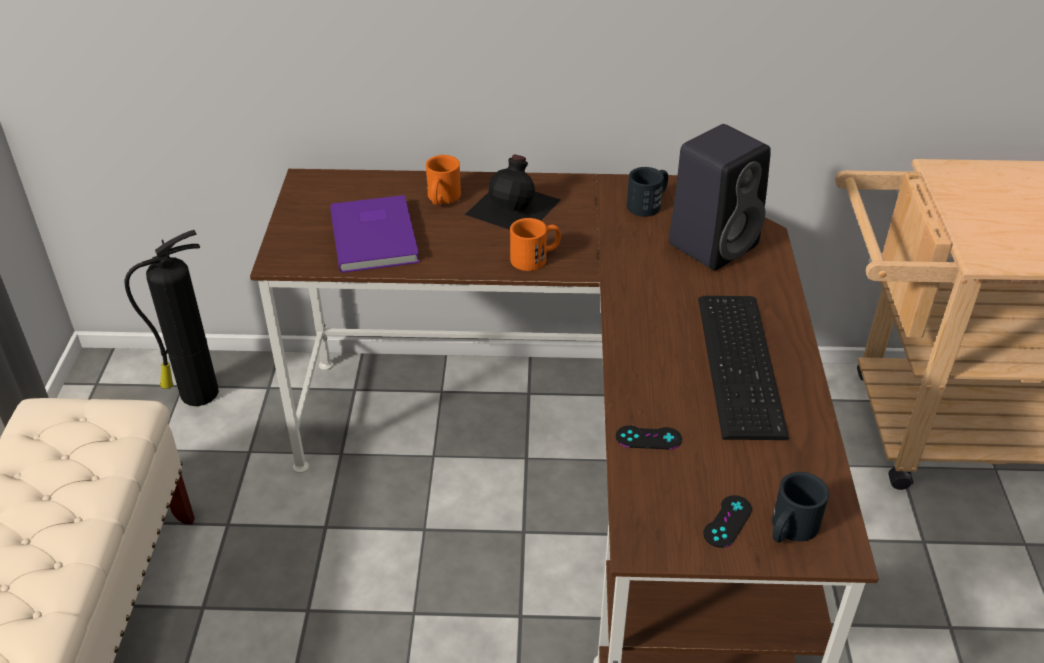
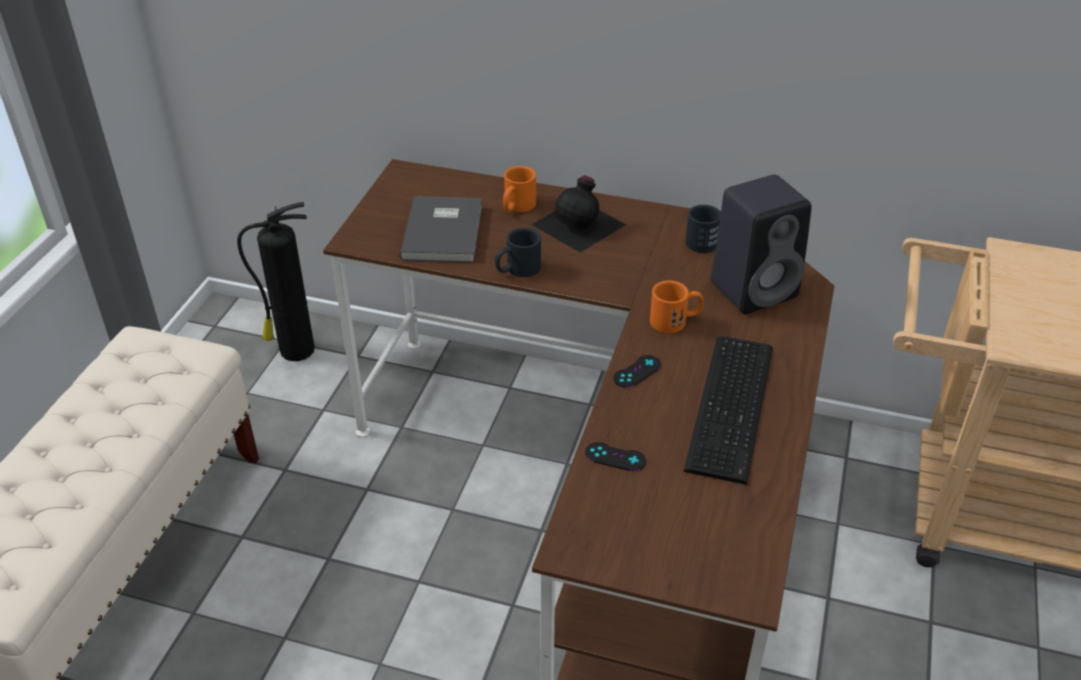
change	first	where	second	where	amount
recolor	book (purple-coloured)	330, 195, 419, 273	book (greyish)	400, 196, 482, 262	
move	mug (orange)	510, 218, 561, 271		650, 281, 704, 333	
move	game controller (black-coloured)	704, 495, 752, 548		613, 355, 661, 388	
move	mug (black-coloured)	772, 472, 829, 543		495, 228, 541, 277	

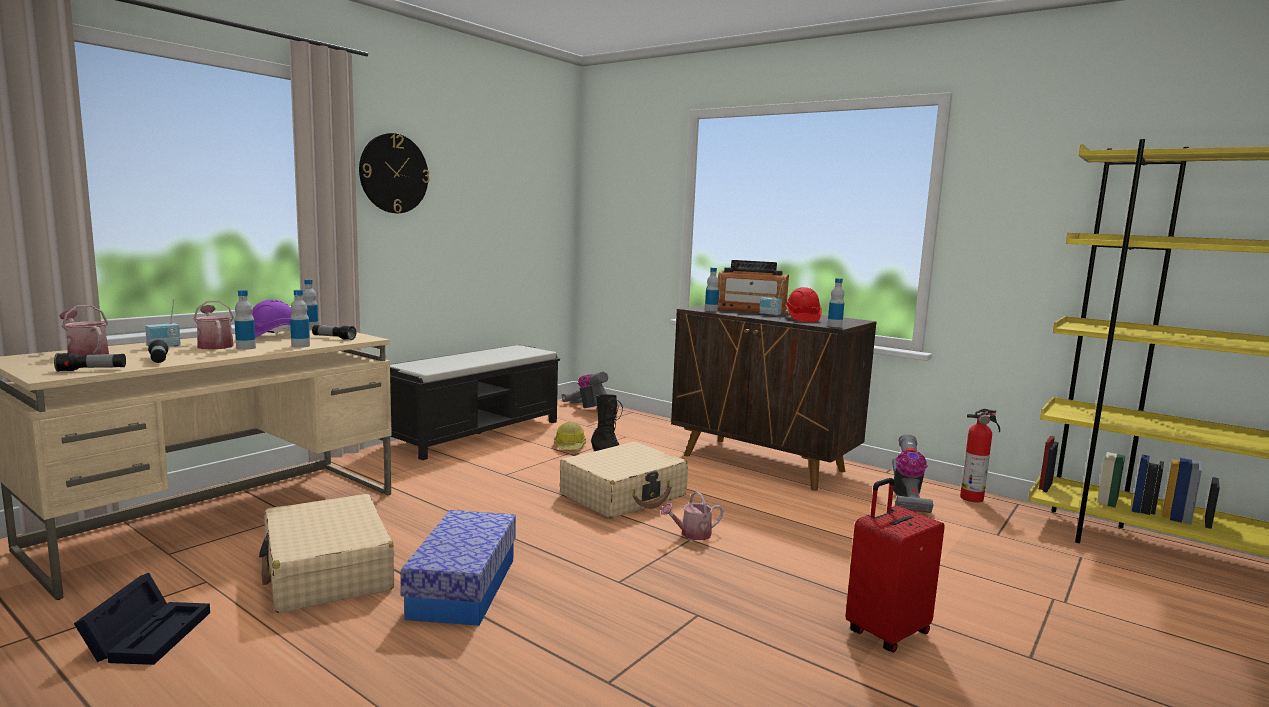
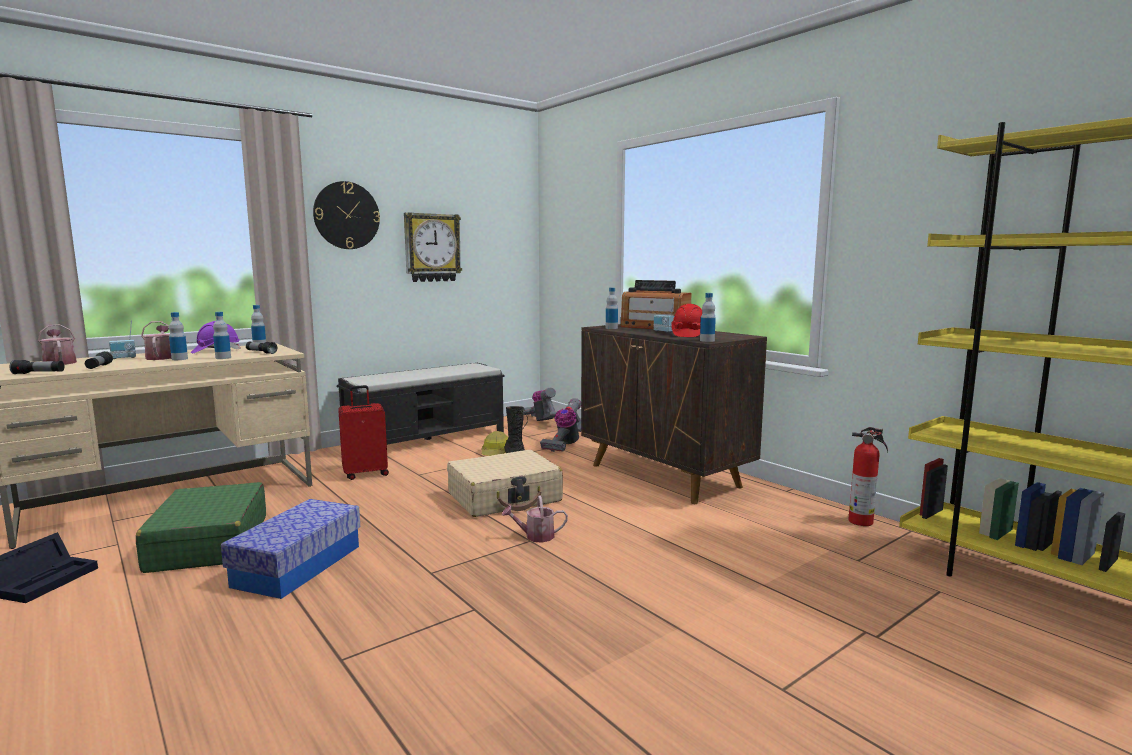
change	first	where	second	where	amount
recolor	suitcase (beige)	259, 494, 395, 613	suitcase (green-coloured)	136, 482, 266, 573	
move	suitcase (red-coloured)	845, 478, 945, 653		338, 385, 389, 480	
move	vacuum cleaner	892, 434, 933, 513		540, 398, 581, 452	
insert			hanging clock	404, 212, 462, 282	

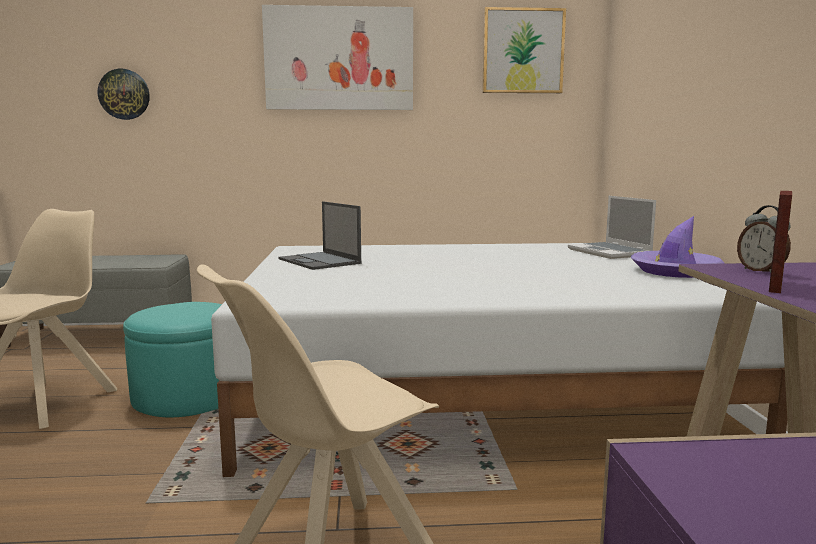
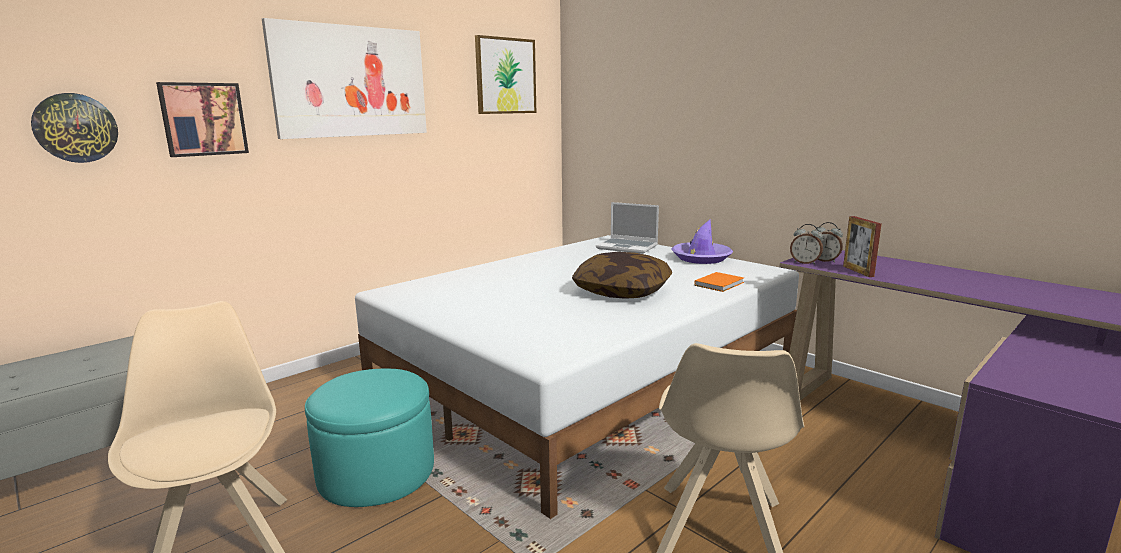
change	first	where	second	where	amount
delete	laptop	278, 201, 361, 270			
insert			wall picture	156, 82, 249, 157	
insert			cushion	572, 252, 672, 299	
insert			book (orange)	694, 272, 744, 292	
insert			bedside clock	790, 224, 823, 265	

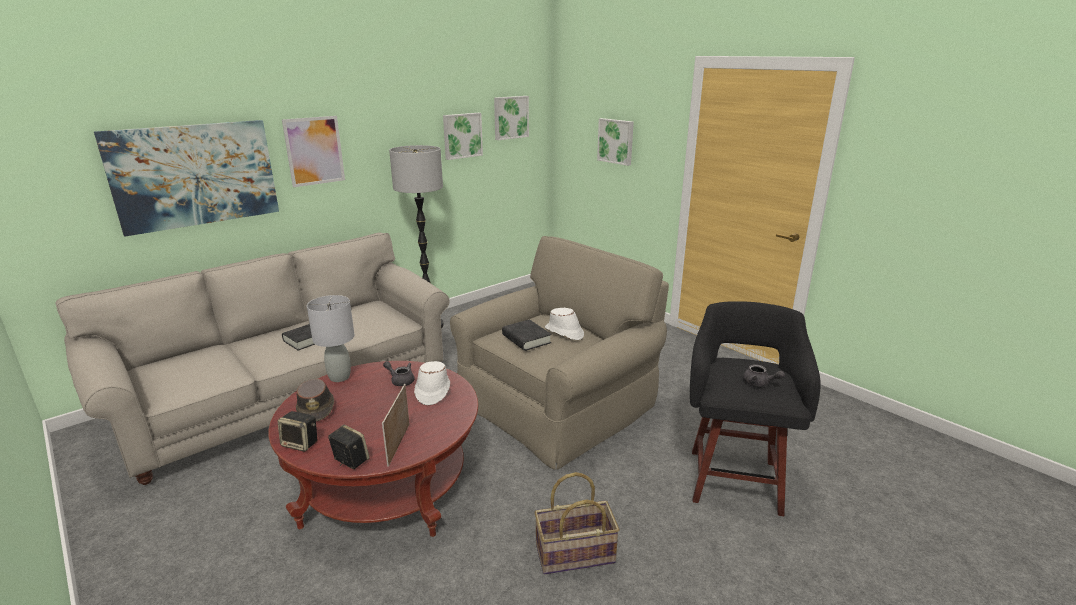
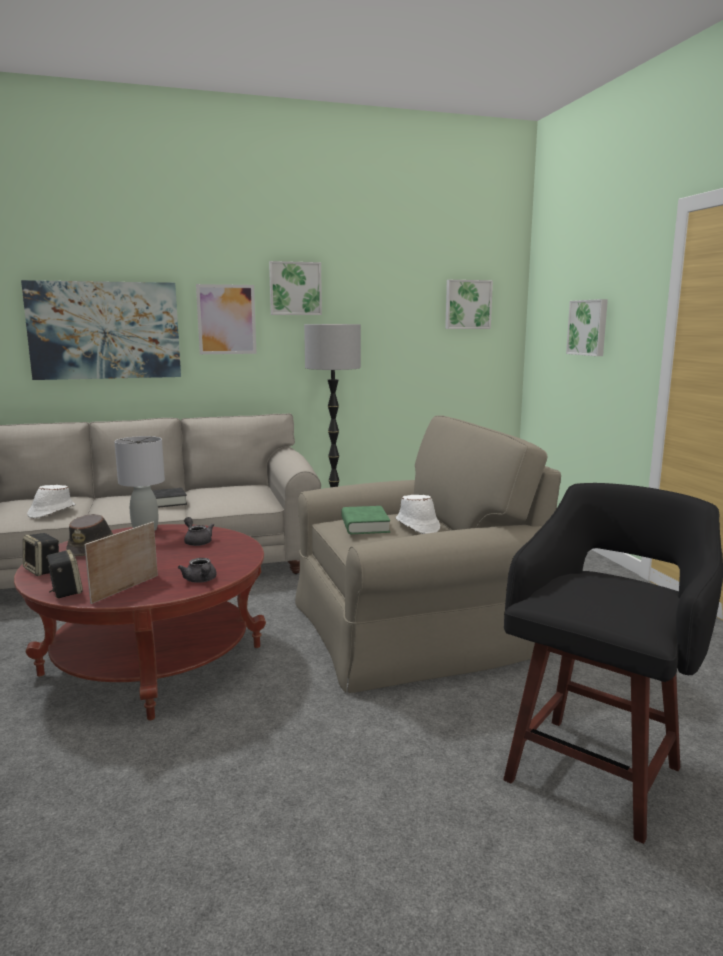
change	first	where	second	where	amount
move	wearable hat (white-coloured)	414, 361, 450, 405		27, 485, 76, 518	
move	wall picture	443, 113, 483, 160		269, 261, 322, 315	
recolor	book (black-coloured)	502, 319, 552, 351	book (green-coloured)	341, 506, 390, 534	
delete	basket	535, 472, 620, 574			
move	tea pot (greyish)	743, 364, 785, 386		178, 558, 217, 583	

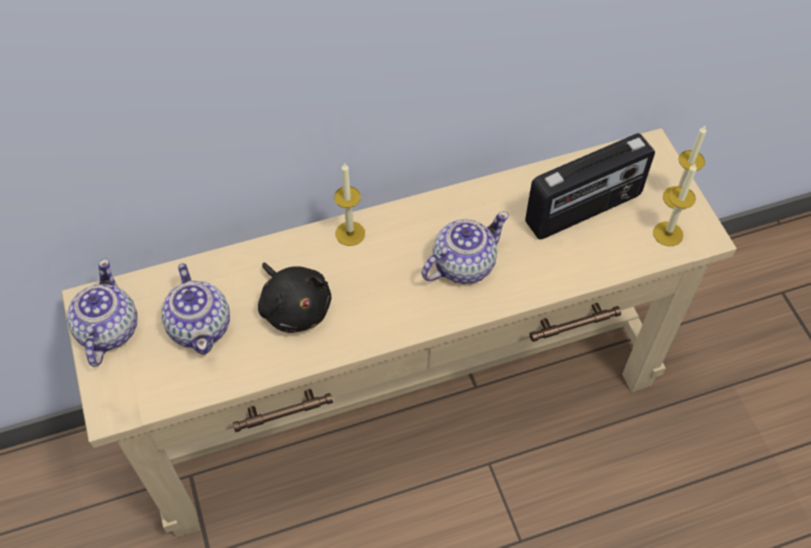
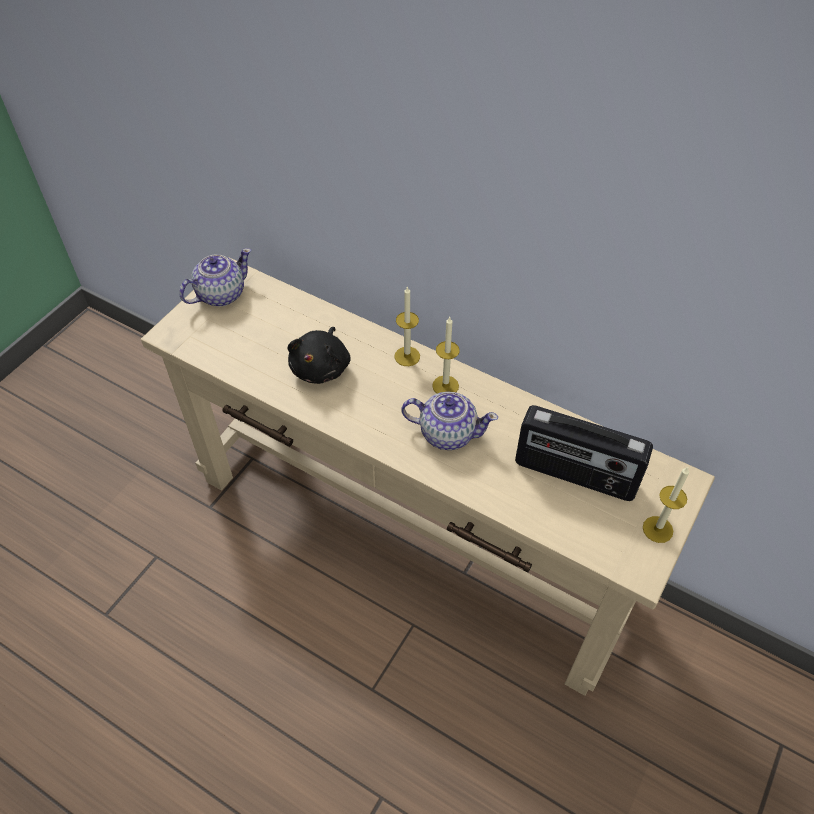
change	first	where	second	where	amount
delete	tea pot	161, 263, 230, 354			
move	wax candle	653, 164, 697, 246		432, 317, 460, 393	

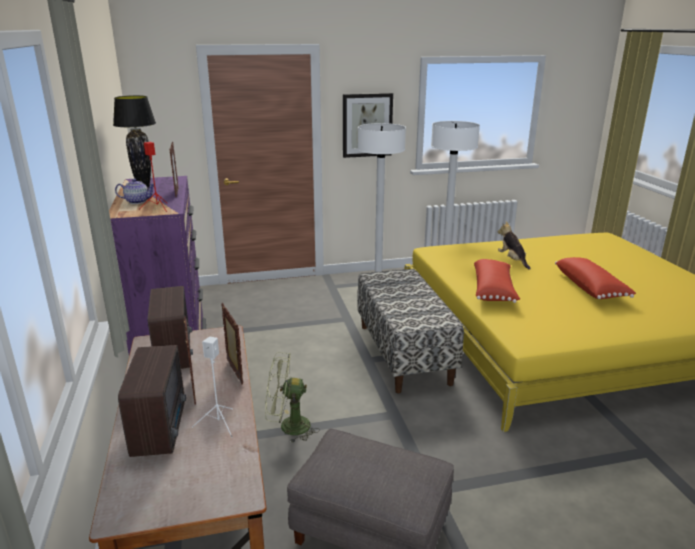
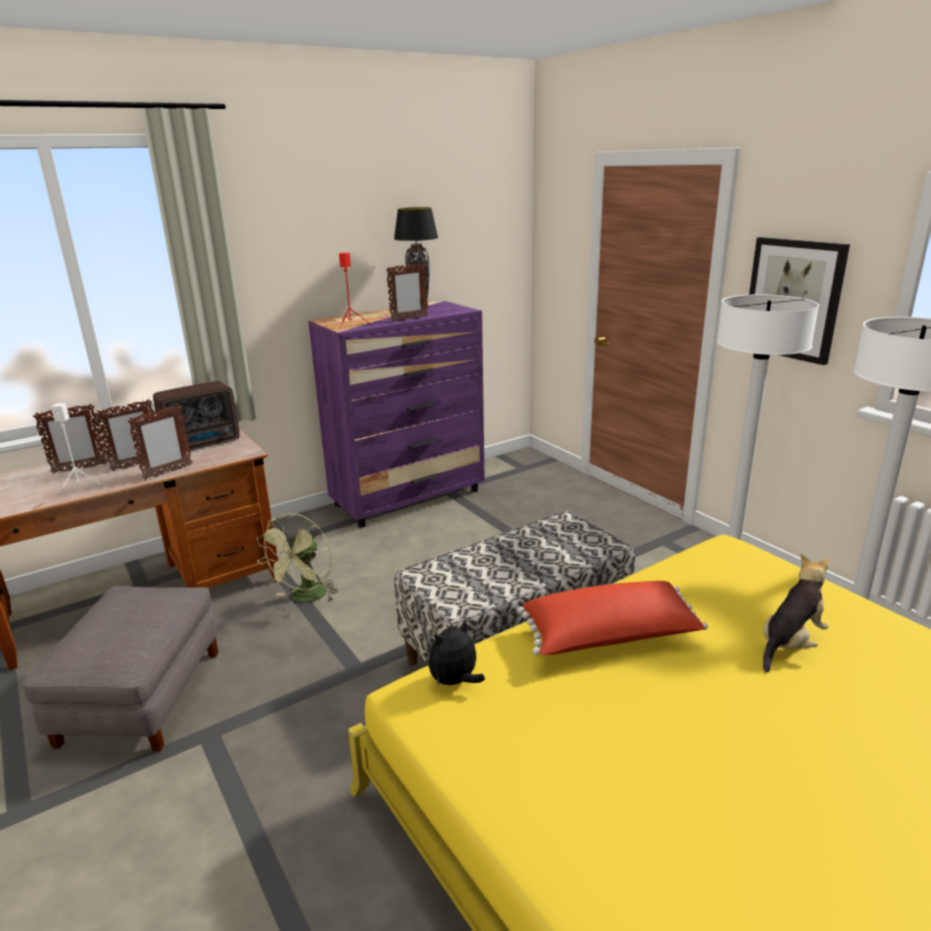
change	first	where	second	where	amount
delete	tea pot	115, 179, 154, 204			
replace	radio receiver	118, 345, 186, 457	standing frame	33, 404, 108, 474	
rotate	electric fan (green-coloured)	265, 352, 320, 443		257, 513, 339, 603	135 degrees counterclockwise
delete	cushion (red-coloured)	555, 257, 636, 299			
insert			soft toy	428, 618, 485, 687	

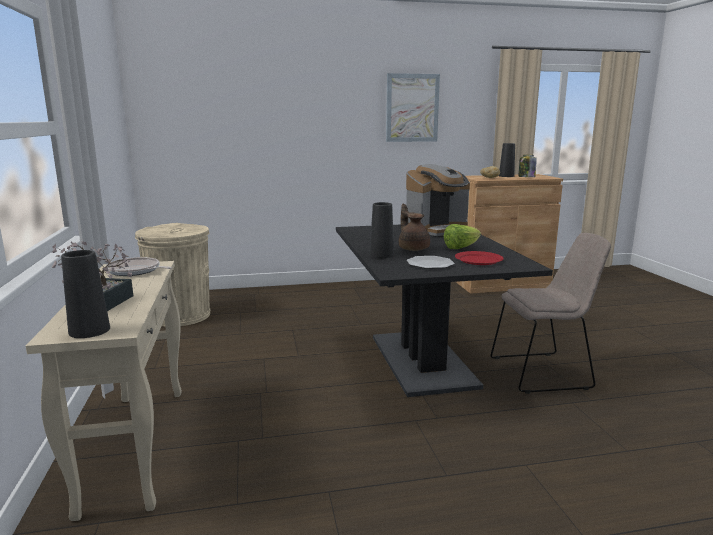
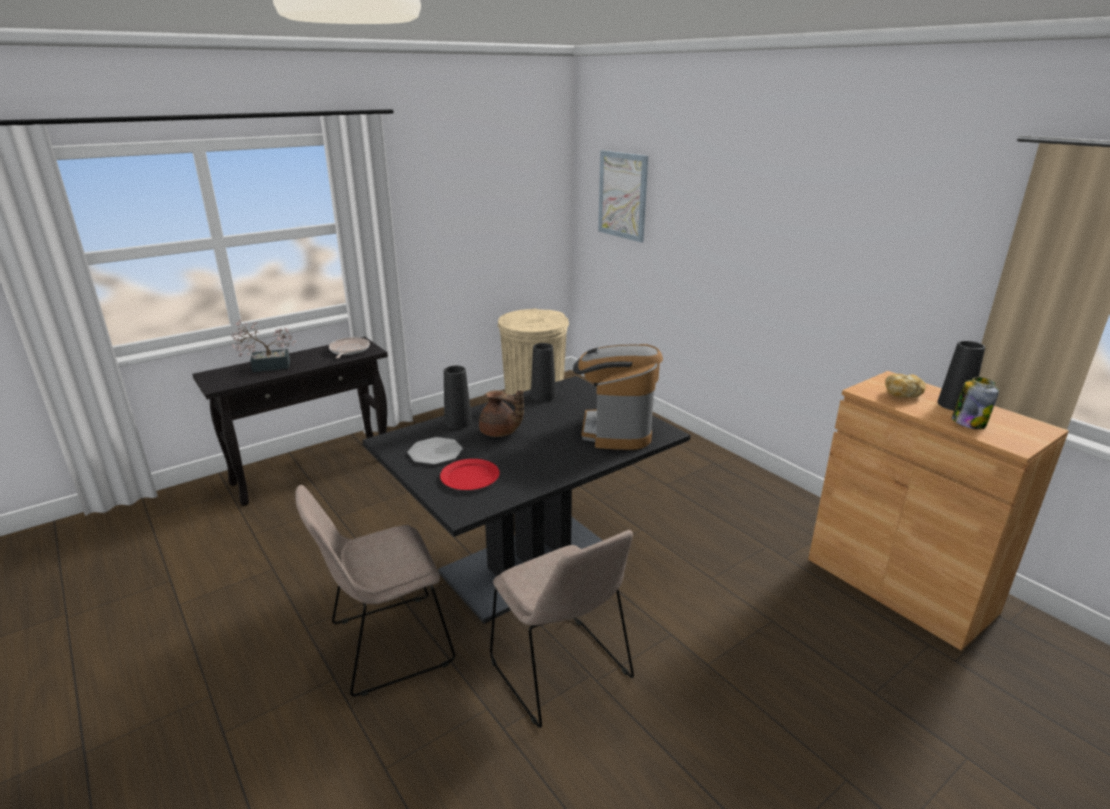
change	first	where	second	where	amount
recolor	console table (beige)	26, 261, 182, 521	console table (black-coloured)	192, 337, 388, 506	
move	decorative vase (black-coloured)	61, 250, 110, 338		531, 343, 556, 402	
move	wall picture	386, 73, 440, 142		598, 150, 648, 242	
rotate	tea pot (brownish)	399, 203, 430, 251		479, 390, 524, 437	75 degrees clockwise
rotate	coffee machine	406, 164, 470, 236		573, 344, 663, 450	60 degrees clockwise
delete	lettuce	444, 224, 481, 249			
insert			chair (beige)	295, 485, 455, 696	

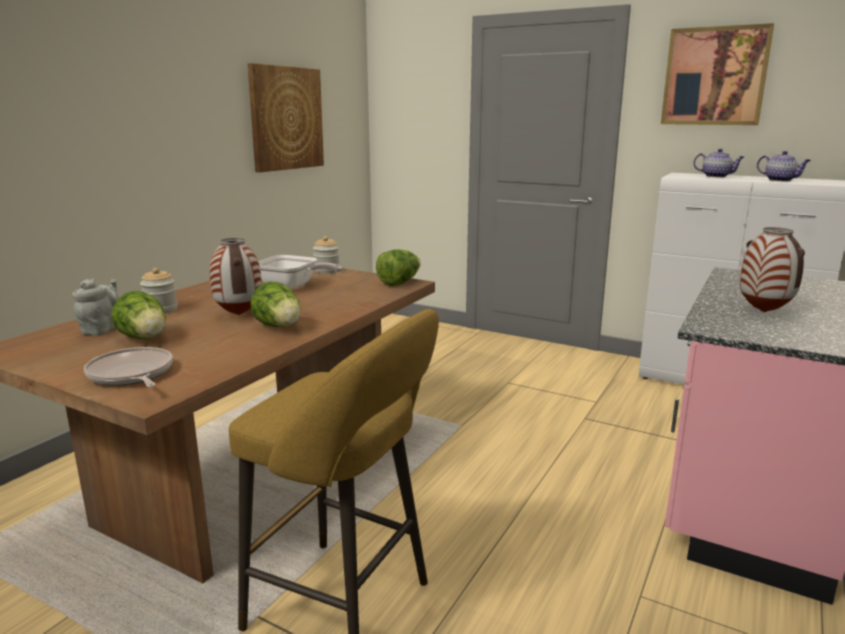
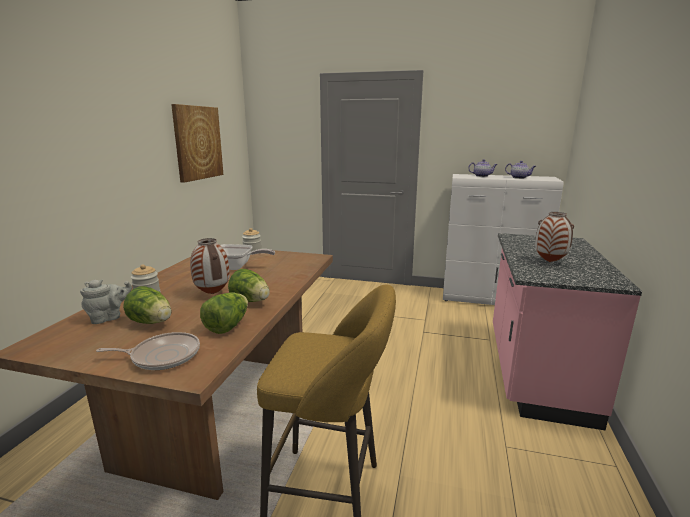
change	first	where	second	where	amount
rotate	tea pot (greyish)	72, 278, 118, 335		80, 280, 132, 324	60 degrees clockwise
rotate	skillet	84, 347, 173, 387		96, 332, 200, 370	135 degrees clockwise
move	lettuce	376, 249, 421, 286		200, 292, 248, 334	
delete	wall picture	661, 23, 774, 125			

